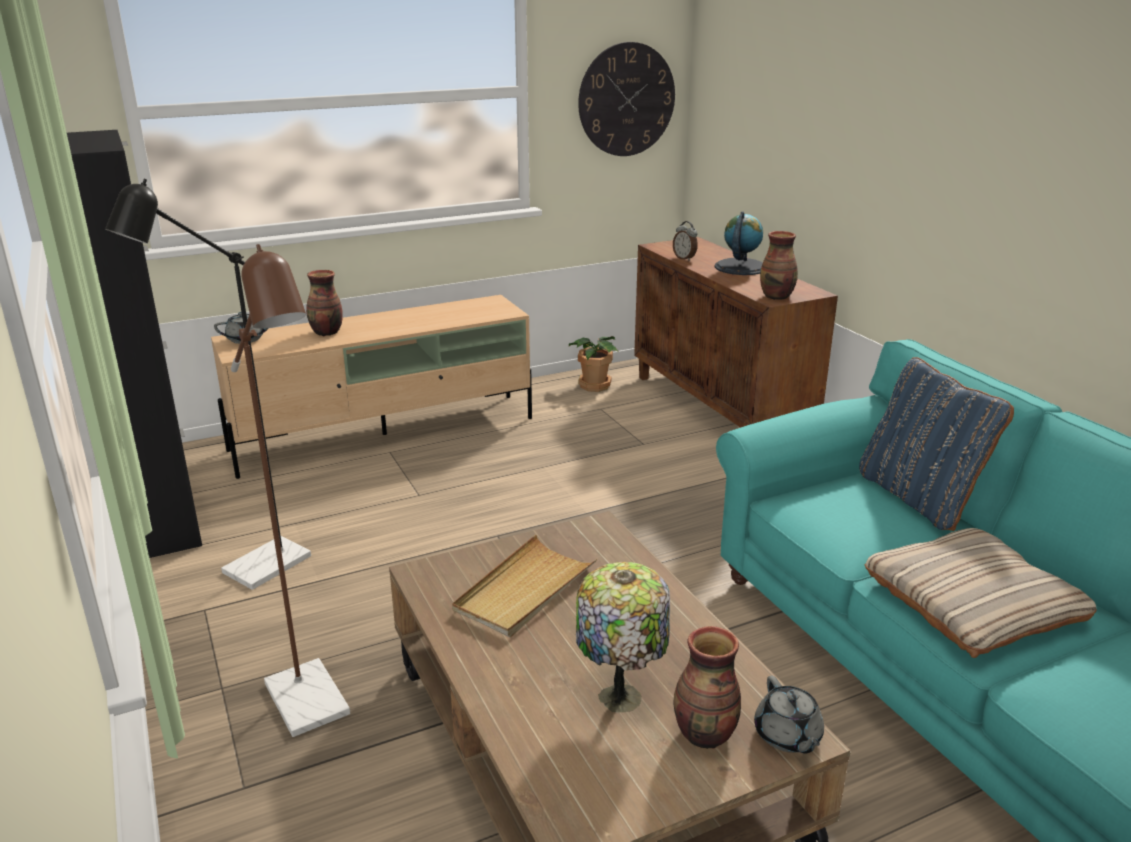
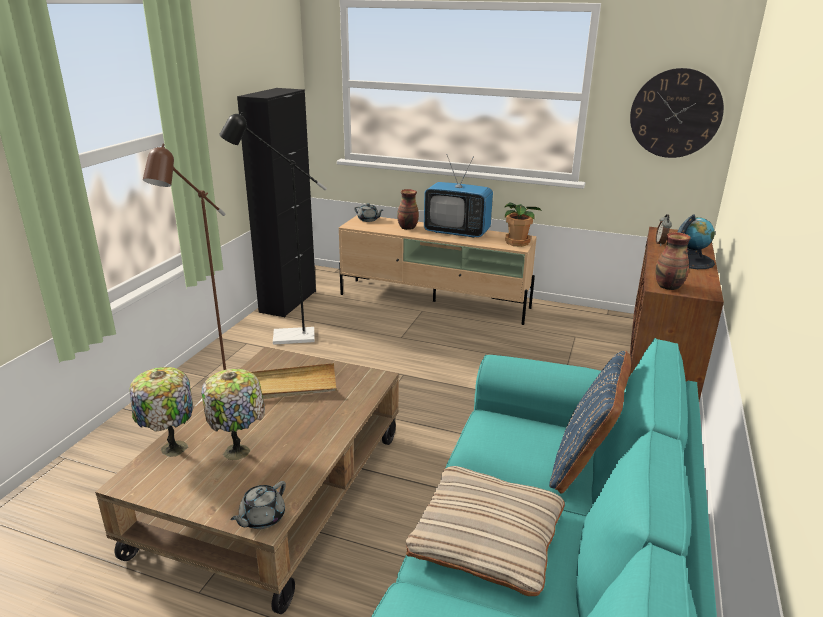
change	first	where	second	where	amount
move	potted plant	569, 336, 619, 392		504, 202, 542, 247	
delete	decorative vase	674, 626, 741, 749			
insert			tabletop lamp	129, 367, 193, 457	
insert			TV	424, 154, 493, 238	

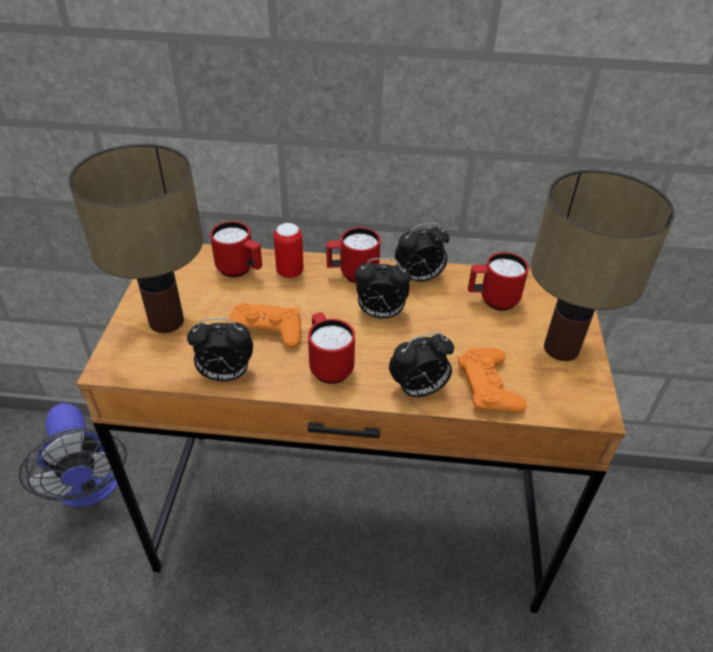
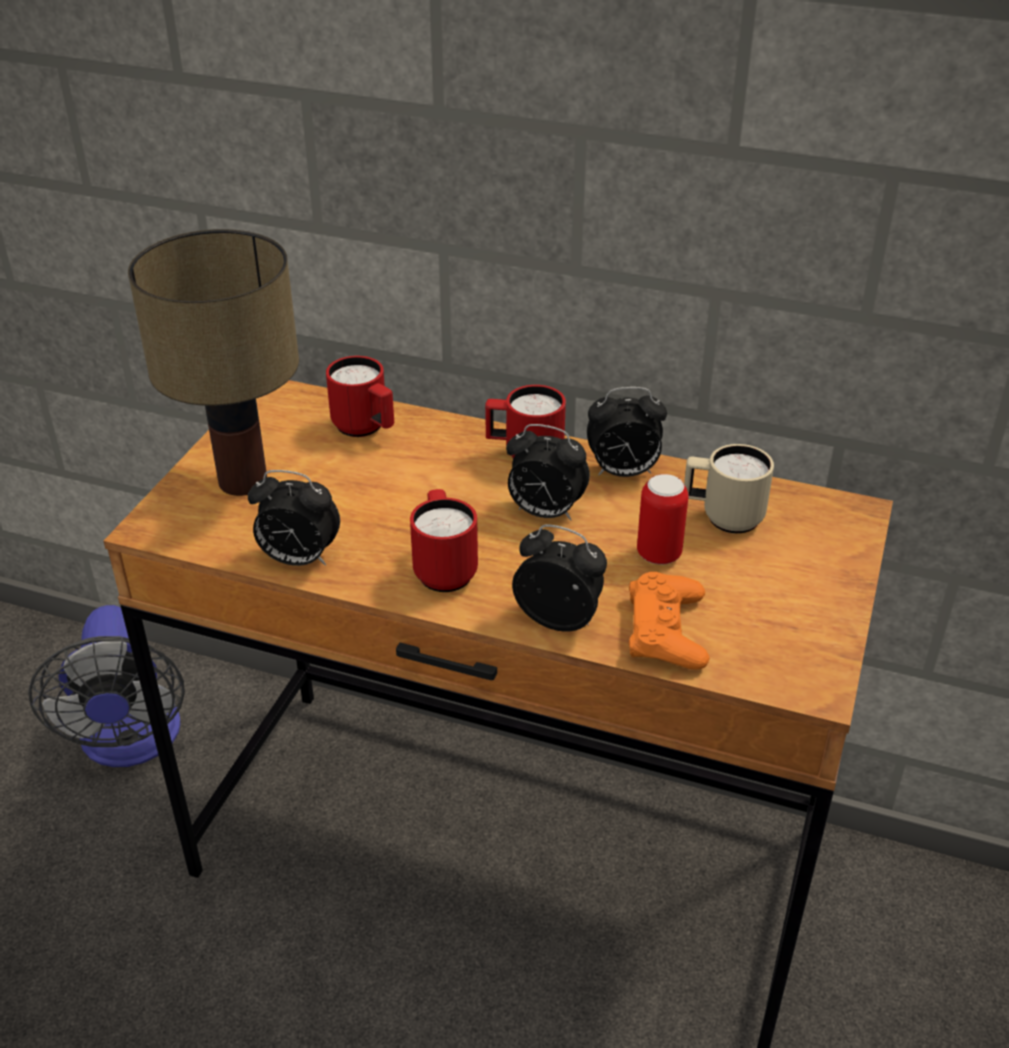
change	first	where	second	where	amount
delete	game controller (orange)	227, 303, 301, 348			
move	metal can	274, 223, 304, 278		637, 474, 688, 565	
rotate	bedside clock	389, 332, 454, 397		512, 524, 607, 632	150 degrees counterclockwise
recolor	mug (red-coloured)	468, 252, 529, 311	mug (beige)	684, 444, 774, 534	
delete	tabletop lamp	531, 169, 675, 361			

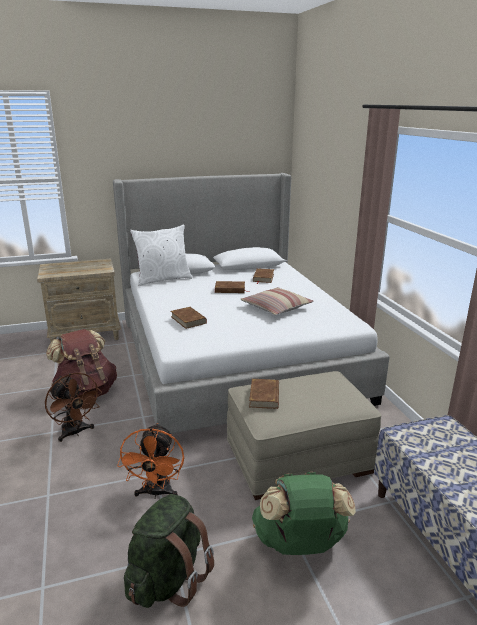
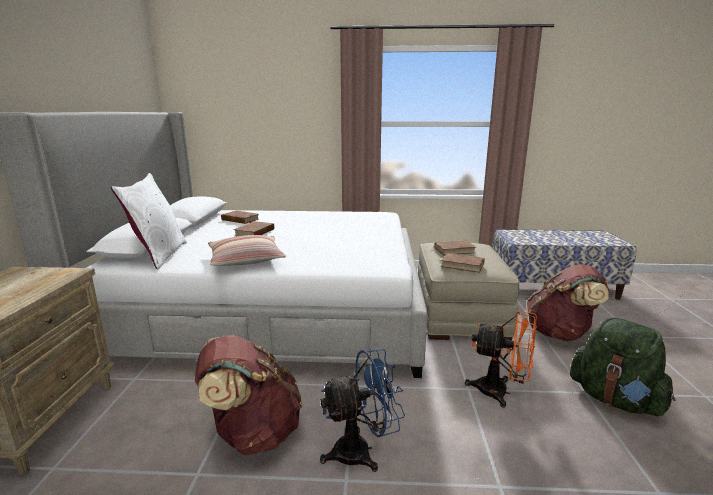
change	first	where	second	where	amount
recolor	electric fan (brownish)	45, 373, 102, 442	electric fan (bluish)	320, 349, 405, 472	
move	book (brownish)	171, 307, 207, 329		431, 240, 476, 255	
move	cushion	241, 287, 314, 315		208, 235, 286, 266	
recolor	knapsack (green-coloured)	252, 471, 356, 555	knapsack (brownish)	527, 264, 609, 341	

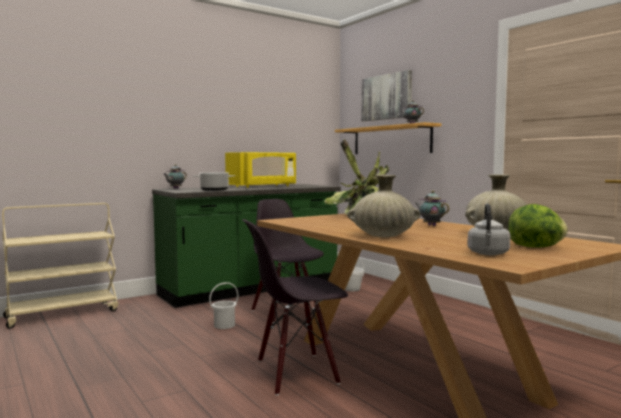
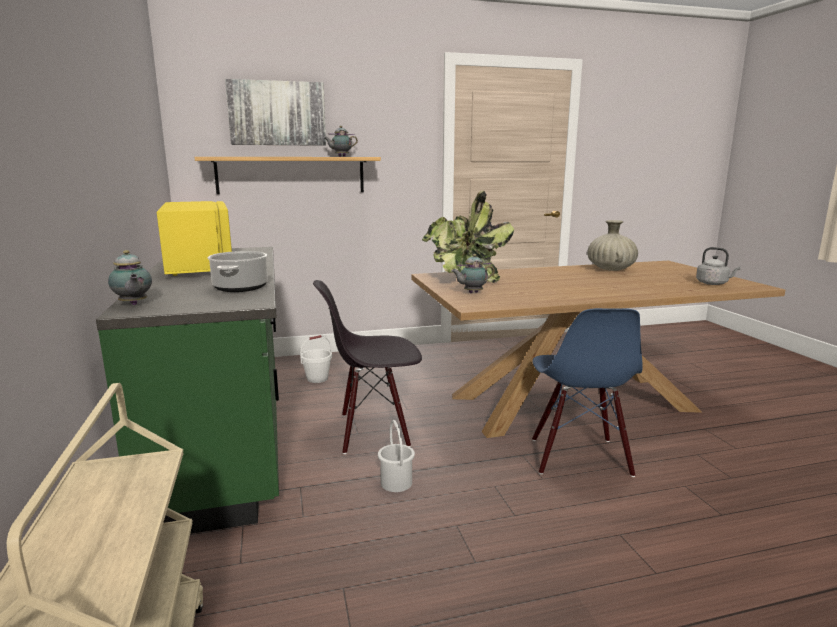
change	first	where	second	where	amount
recolor	chair (black-coloured)	242, 219, 348, 396	chair (bluish)	532, 308, 642, 477	
delete	decorative vase (beige)	347, 175, 421, 237			
move	tea pot	415, 191, 449, 226		451, 254, 495, 293	
delete	lettuce	508, 204, 568, 248			

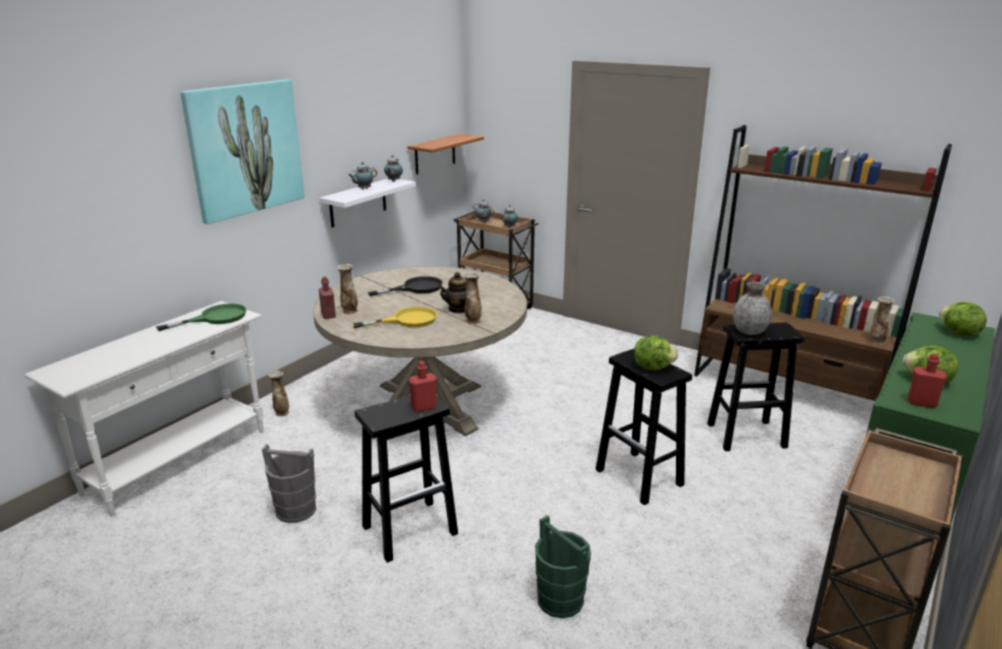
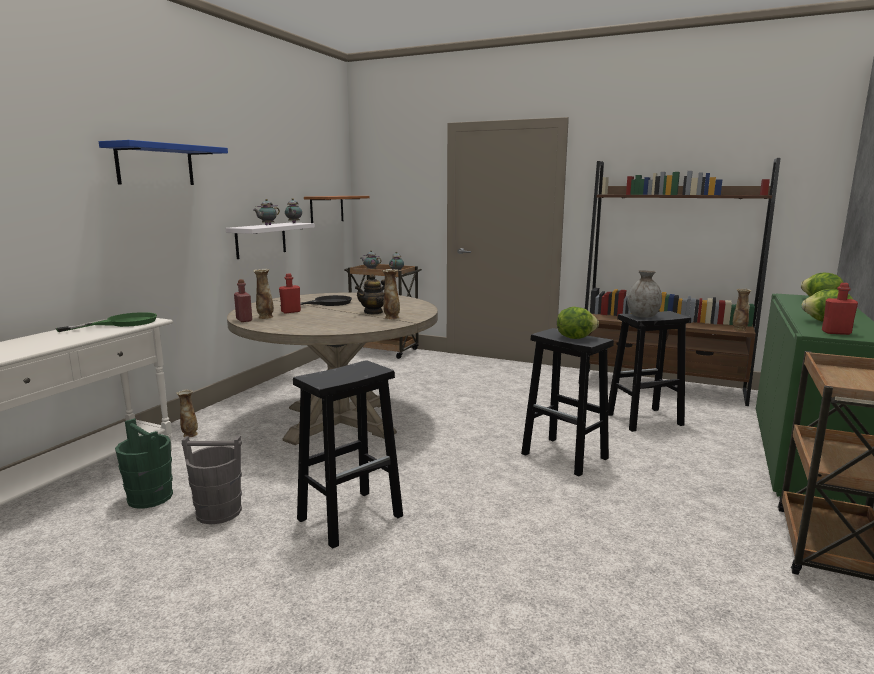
change	first	where	second	where	amount
replace	wall picture	180, 80, 305, 224	shelf (bluish)	99, 140, 228, 185	
delete	skillet (yellow-coloured)	352, 307, 437, 328			
move	bottle (red-coloured)	409, 361, 437, 412		279, 274, 301, 314	
move	water bucket (green-coloured)	535, 515, 591, 618		115, 418, 173, 509	

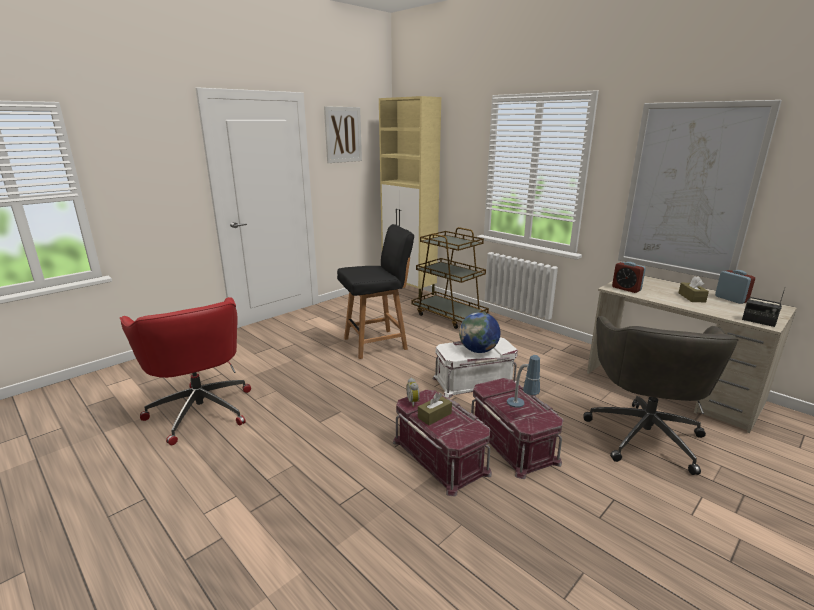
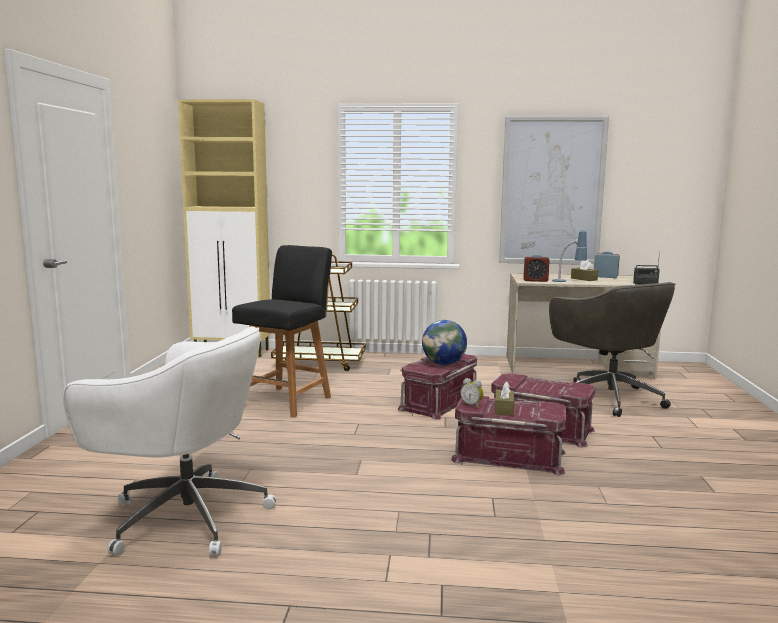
change	first	where	second	where	amount
recolor	office chair (red-coloured)	120, 297, 251, 445	office chair (white-coloured)	63, 326, 276, 556	
delete	wall picture	324, 106, 362, 163			
recolor	storage bin (white-coloured)	432, 337, 518, 398	storage bin (red-coloured)	398, 354, 477, 420	
move	tabletop lamp	507, 355, 540, 408		552, 230, 587, 282	

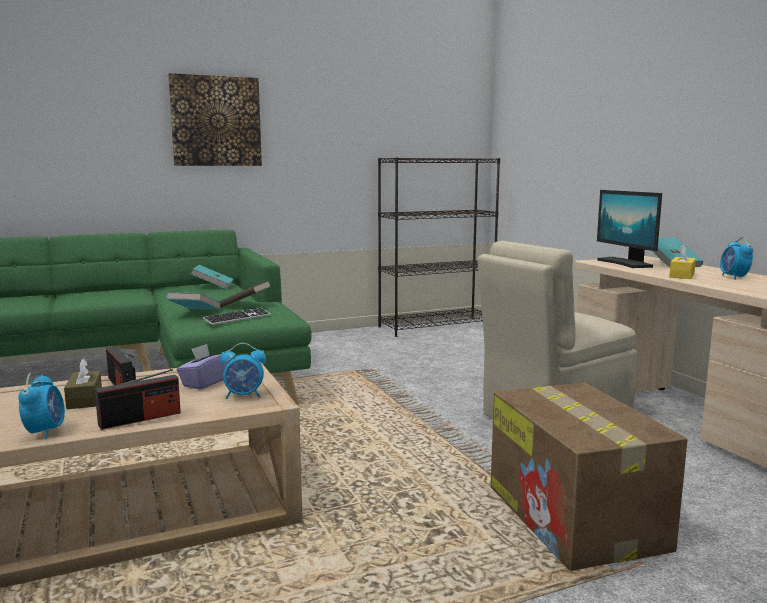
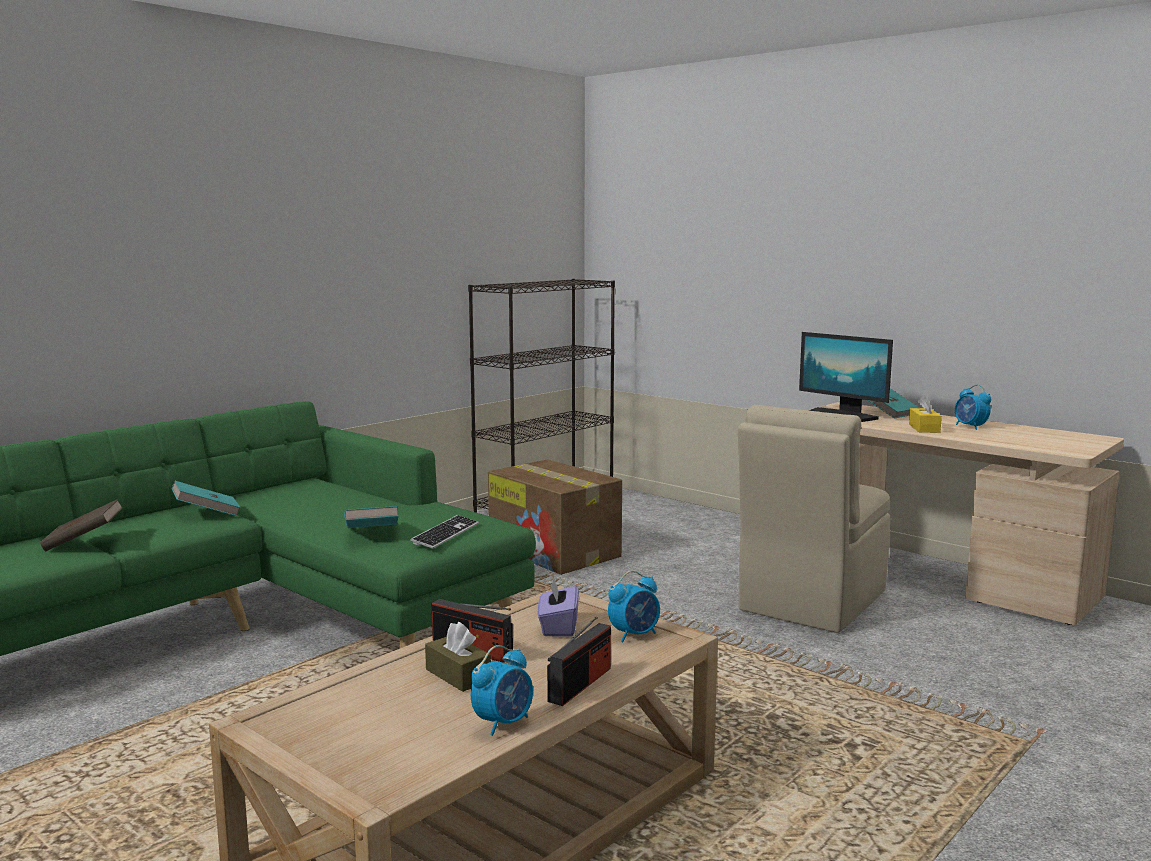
change	first	where	second	where	amount
rotate	bedside clock	18, 372, 65, 440		471, 645, 533, 736	75 degrees clockwise
delete	wall picture	168, 73, 262, 166			
move	book (turquoise)	191, 265, 234, 289		172, 481, 241, 516	
move	book (brownish)	218, 280, 271, 308		40, 499, 123, 551	
move	cardboard box	491, 382, 688, 571		488, 459, 622, 575	

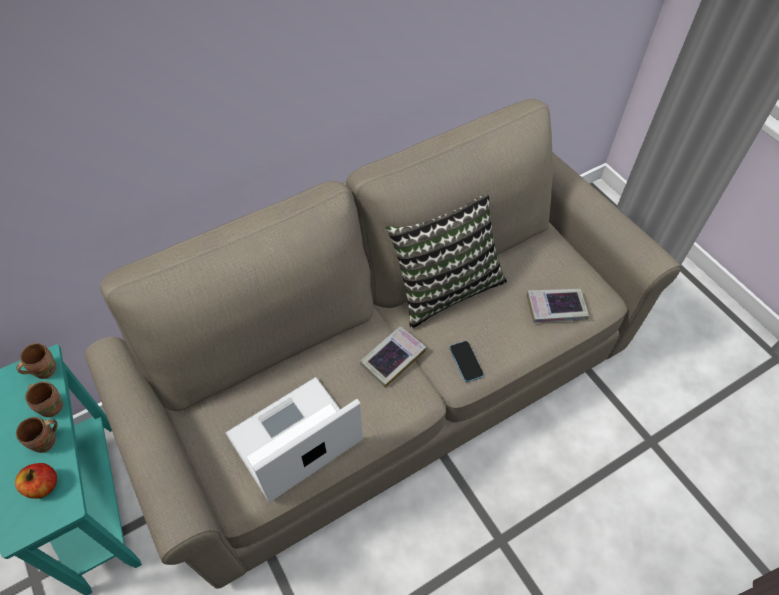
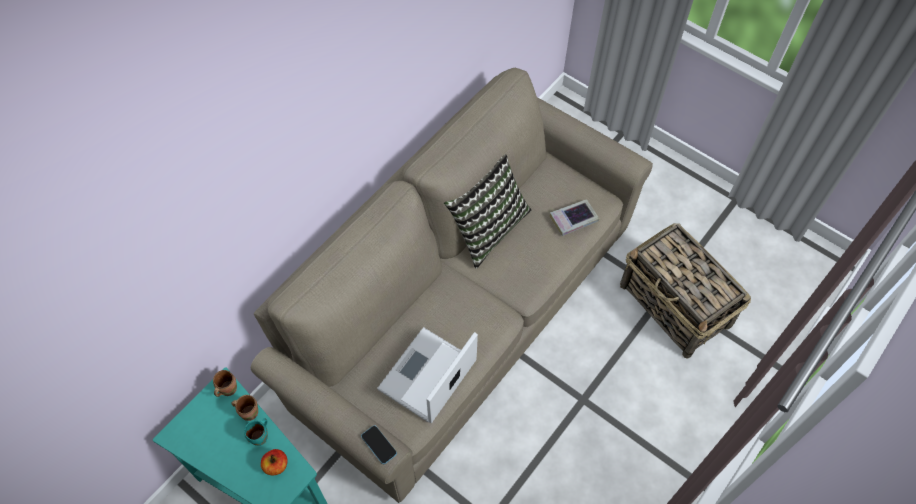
change	first	where	second	where	amount
recolor	mug (brownish)	16, 417, 58, 453	mug (turquoise)	244, 419, 268, 446	
delete	book	360, 326, 426, 388			
move	handset	450, 341, 484, 382		361, 425, 397, 464	
insert			basket	620, 223, 751, 359	

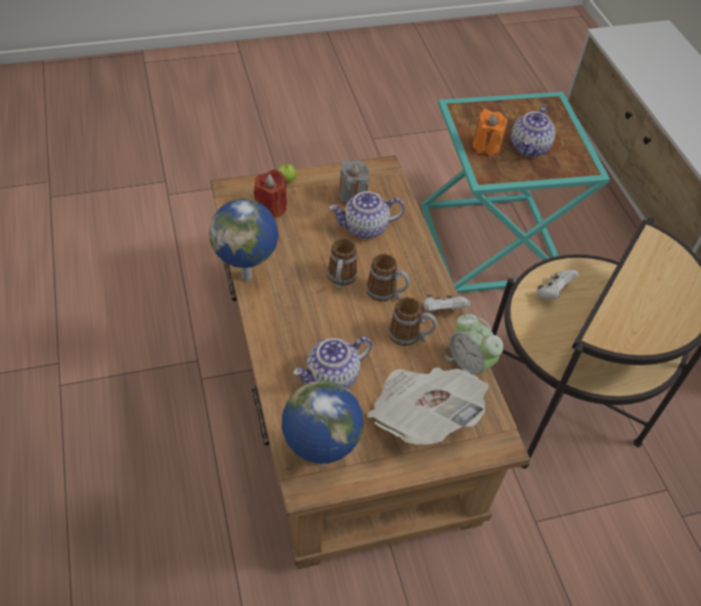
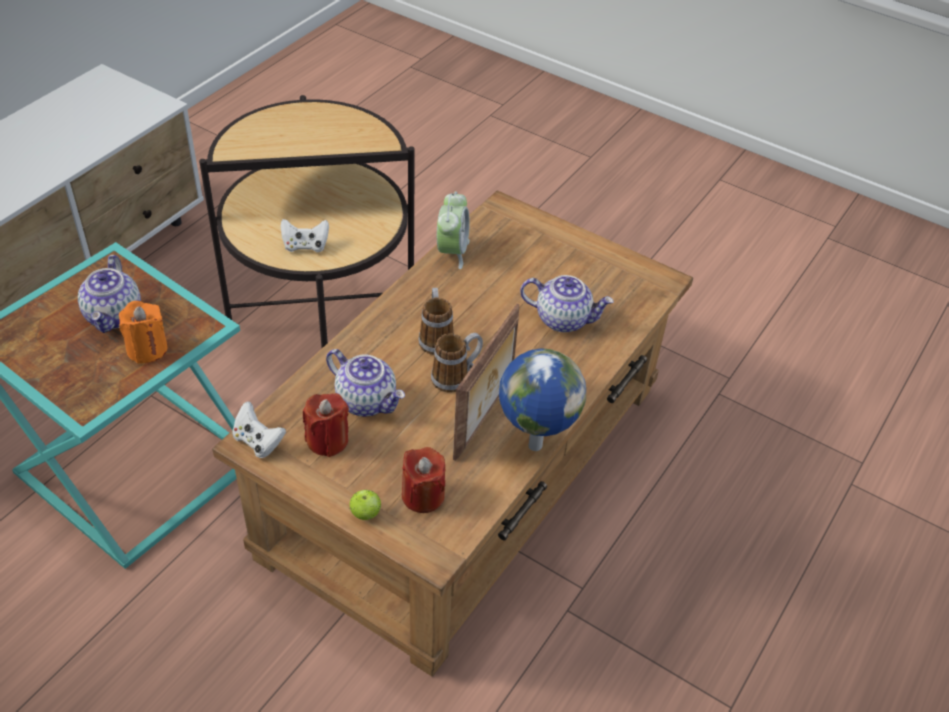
change	first	where	second	where	amount
delete	globe	282, 381, 363, 465			
recolor	wax candle (greyish)	338, 160, 369, 204	wax candle (red-coloured)	303, 393, 349, 457	
delete	daily paper	367, 367, 489, 445			
delete	mug	388, 297, 437, 346			
move	game controller (white-coloured)	423, 295, 470, 312		232, 401, 286, 458	
rotate	tea pot	511, 104, 555, 157		78, 255, 141, 333	105 degrees clockwise
insert			standing frame	453, 304, 519, 461	

